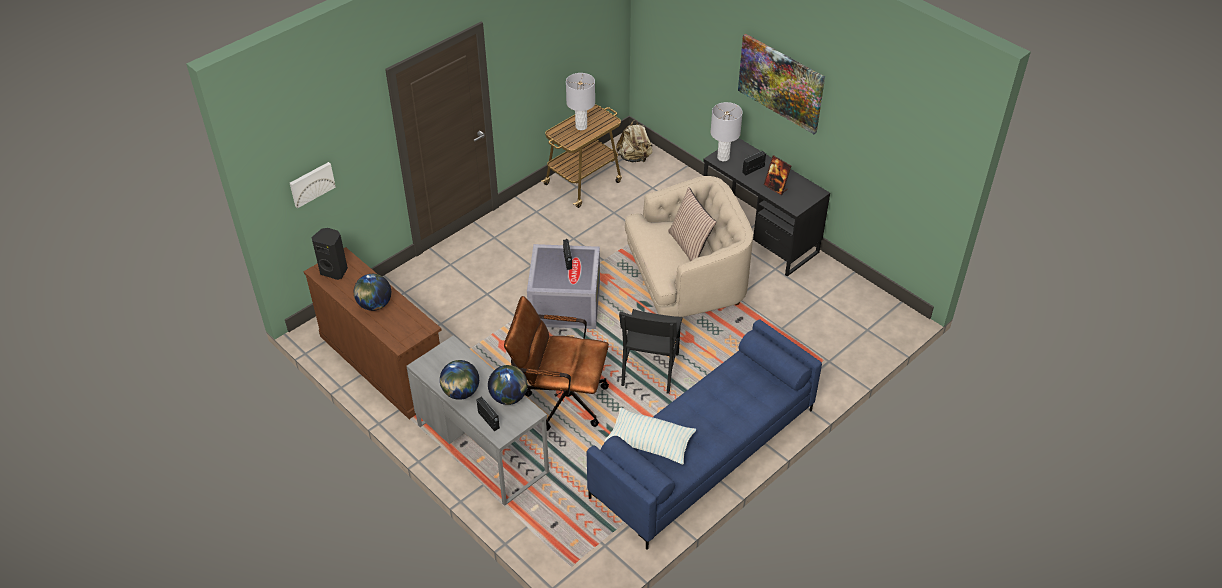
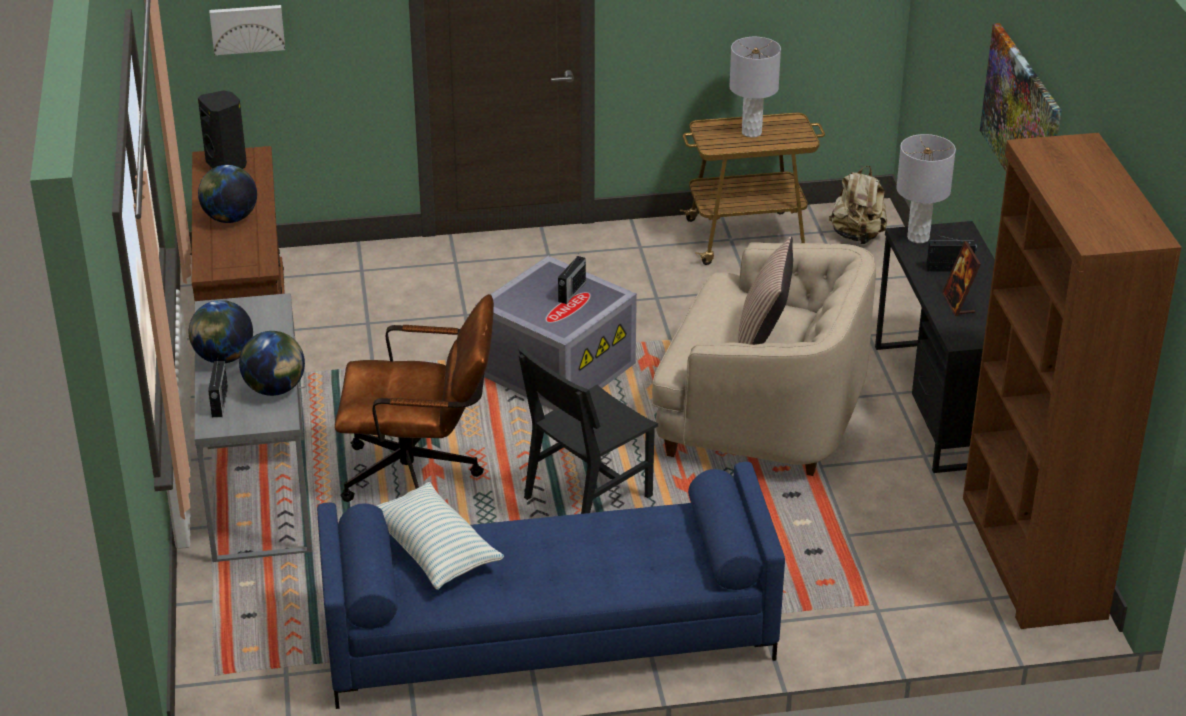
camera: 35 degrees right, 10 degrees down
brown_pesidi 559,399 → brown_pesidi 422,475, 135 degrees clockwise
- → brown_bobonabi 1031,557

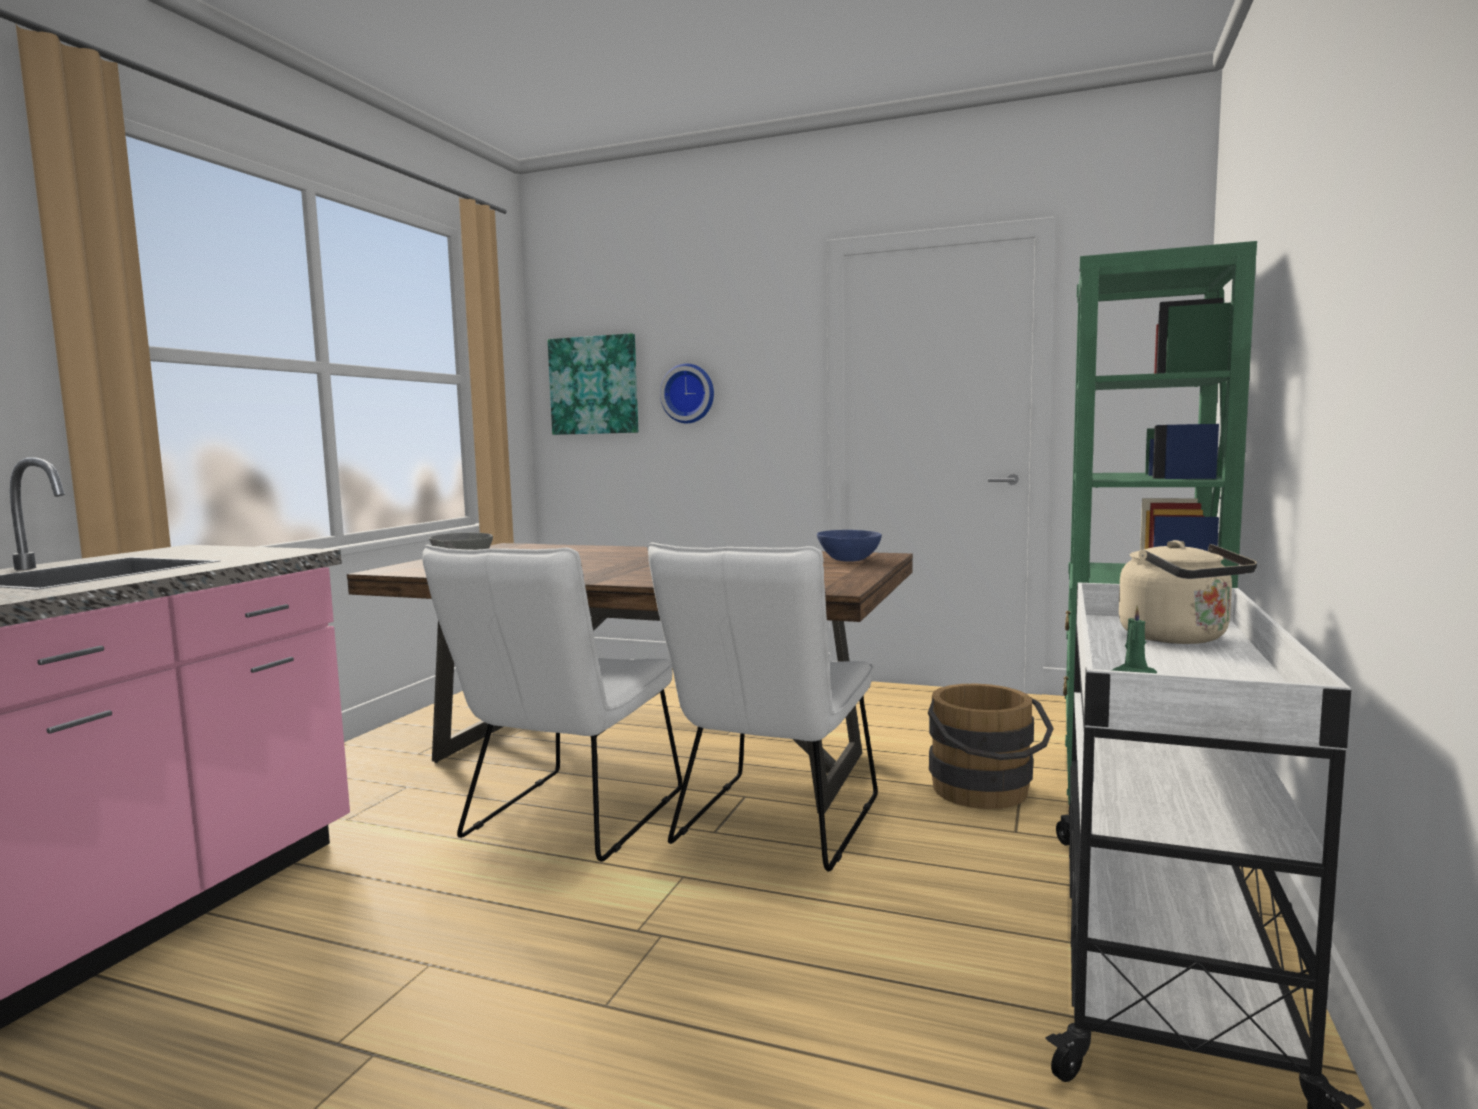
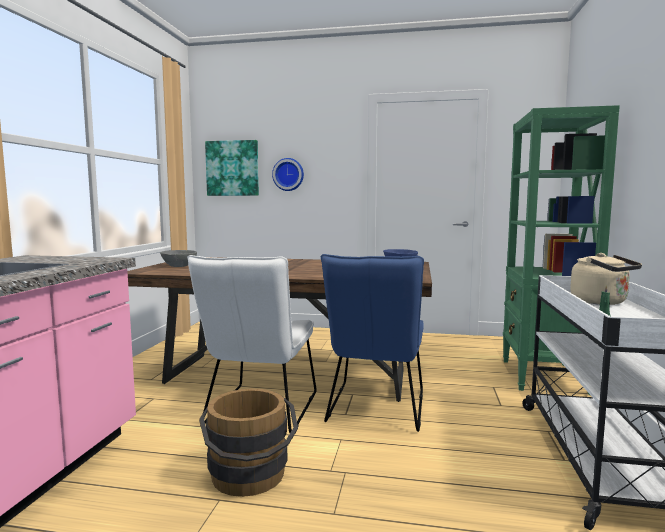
camera: 10 degrees left, 0 degrees up
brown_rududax 984,793 → brown_rududax 250,478, moved
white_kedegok 771,827 → blue_kedegok 375,409

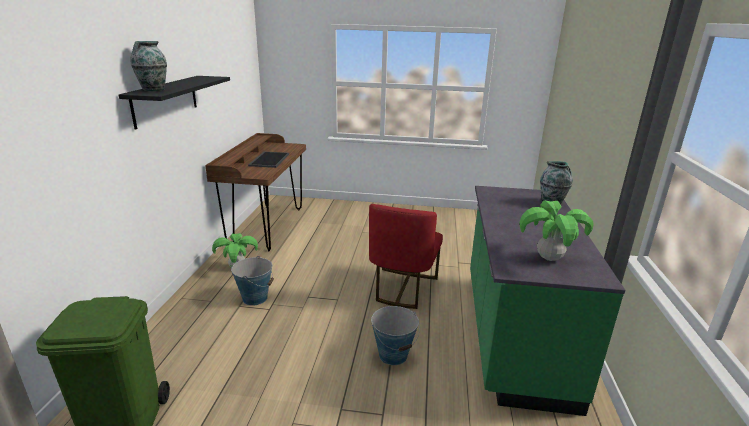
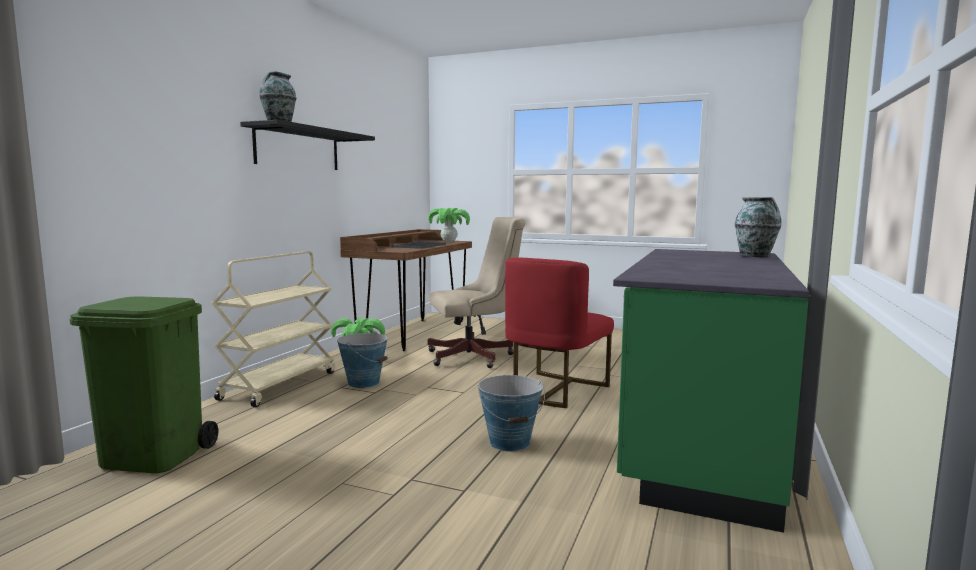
camera: 15 degrees right, 15 degrees down
- → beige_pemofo 279,385
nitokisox 549,258 → nitokisox 449,241, moved
- → beige_pesidi 475,356

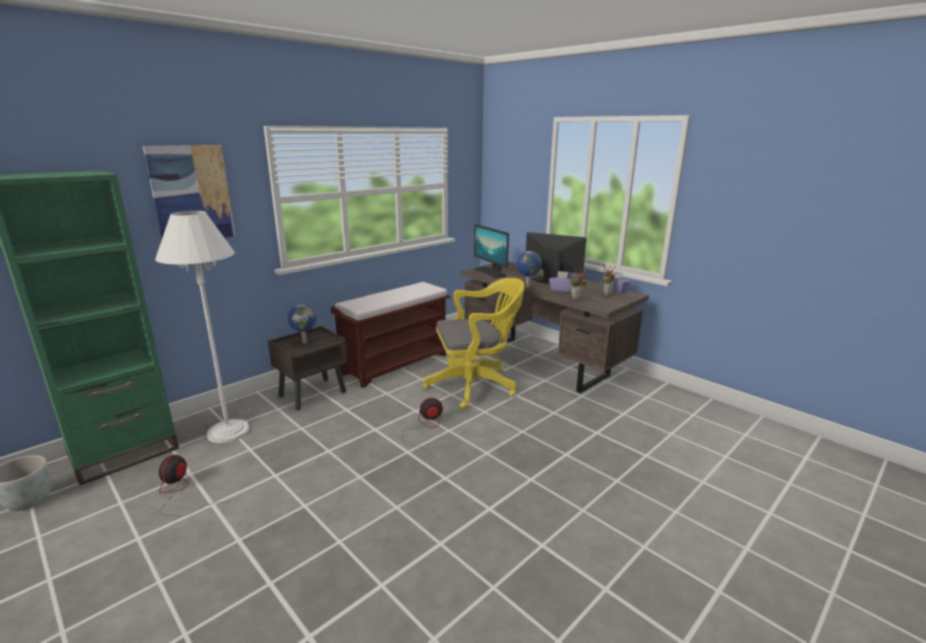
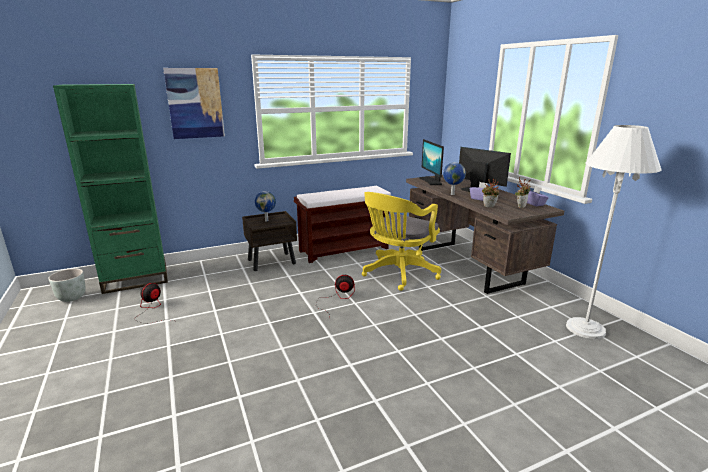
camera: 20 degrees right, 0 degrees up
yellow_pesidi 476,385 → yellow_pesidi 398,274, 120 degrees clockwise
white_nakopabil 228,431 → white_nakopabil 585,328, moved

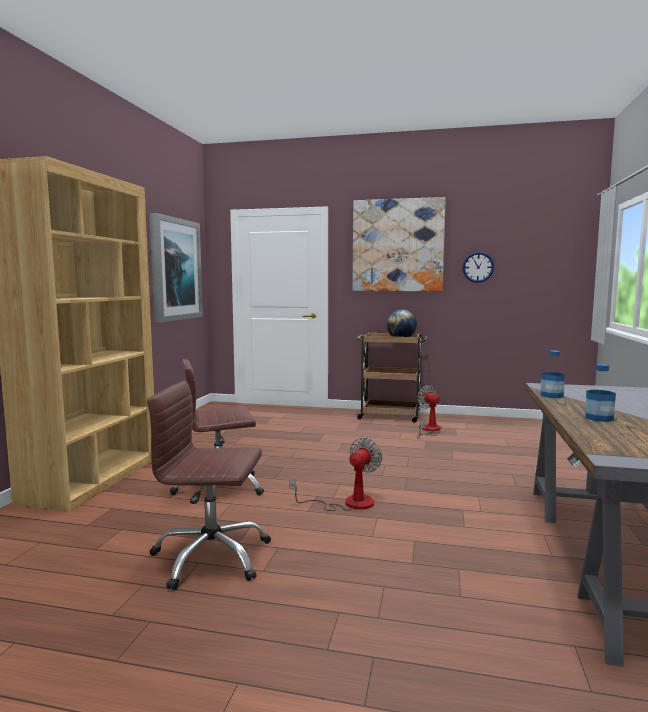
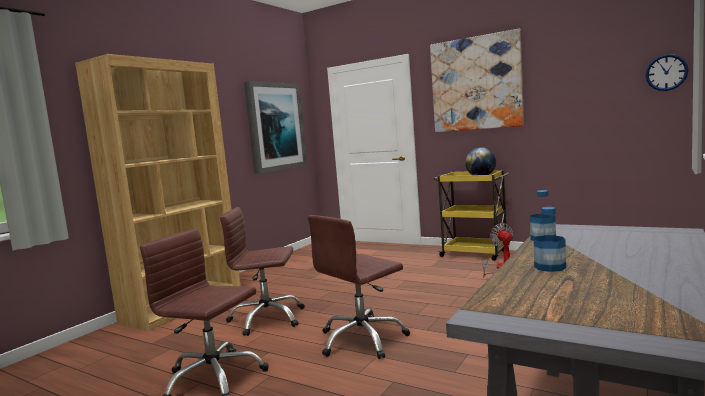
camera: 20 degrees right, 0 degrees up
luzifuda 348,503 → brown_pesidi 362,340
brown_pemofo 390,416 → yellow_pemofo 475,254
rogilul 478,267 → rogilul 666,72, moved

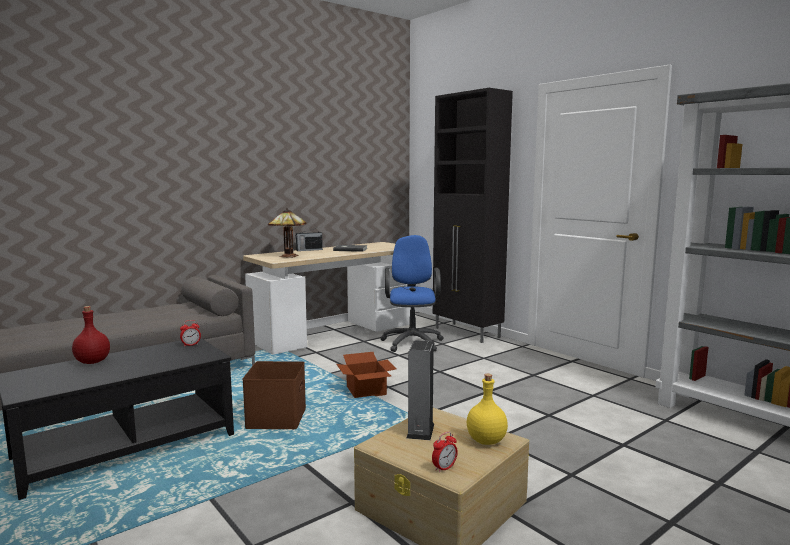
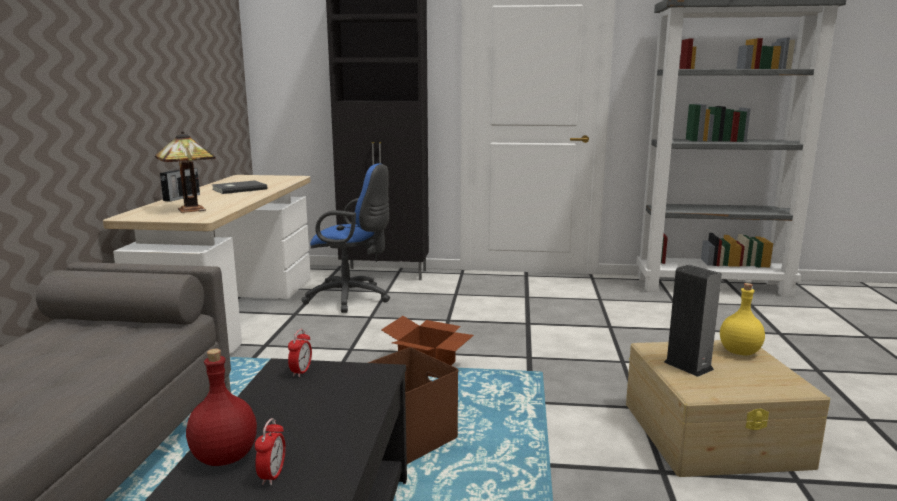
camera: 45 degrees left, 5 degrees up
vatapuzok 444,468 → vatapuzok 272,475, moved
blue_pesidi 412,342 → blue_pesidi 352,299, 150 degrees clockwise

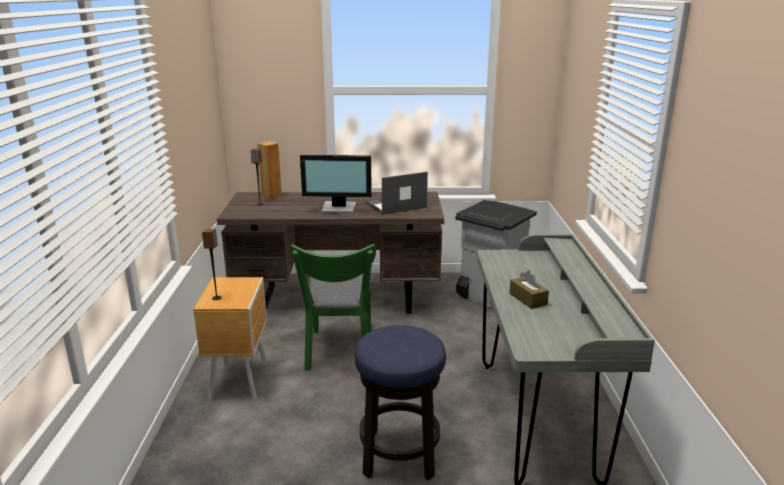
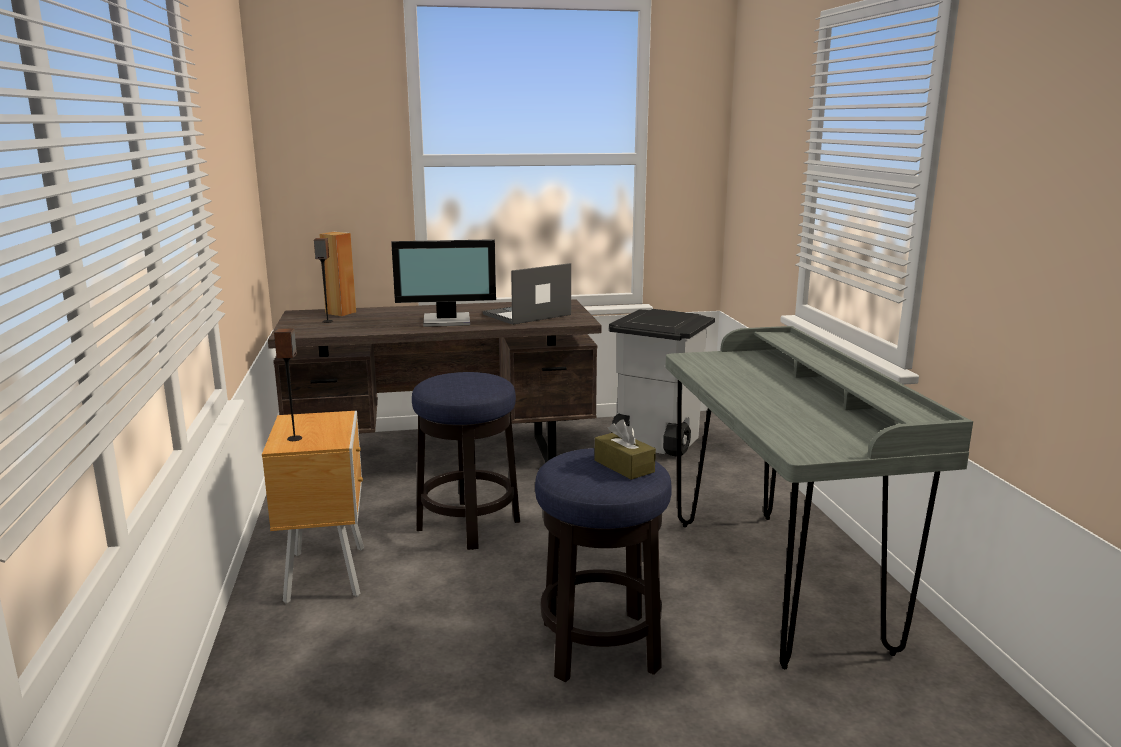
camera: 10 degrees left, 5 degrees down
green_kedegok 339,353 → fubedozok 468,525
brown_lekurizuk 528,299 → brown_lekurizuk 624,466, moved

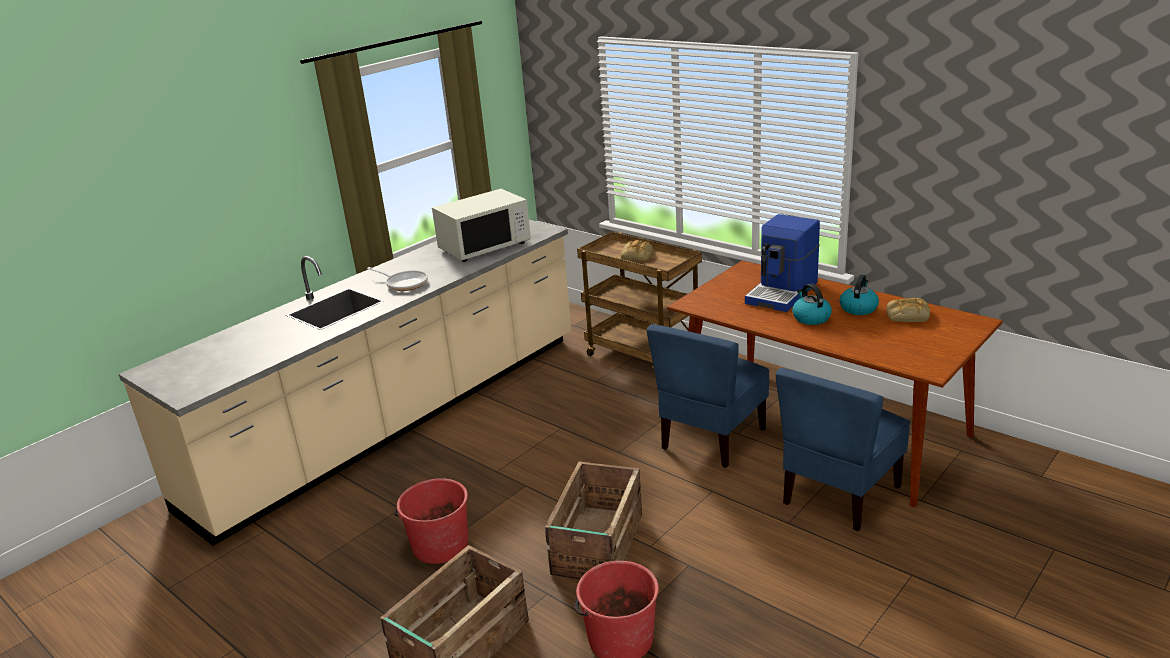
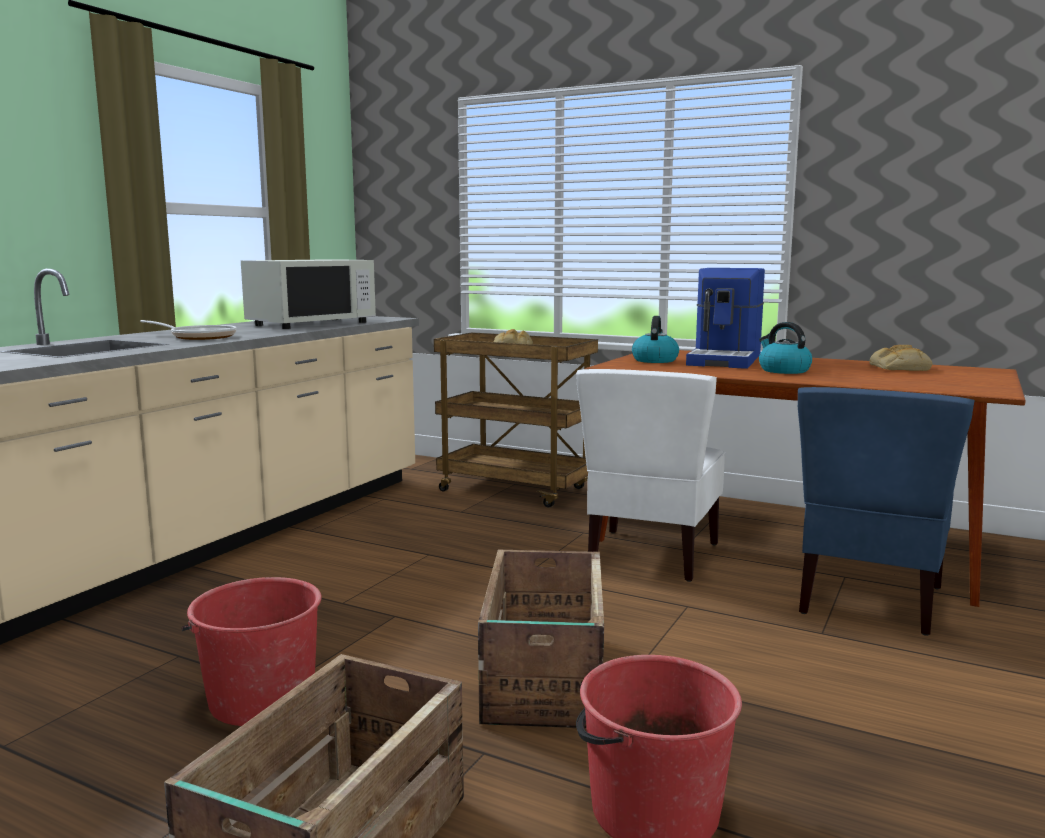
camera: 15 degrees left, 15 degrees down
blue_kedegok 711,439 → white_kedegok 651,555
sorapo 858,308 → sorapo 654,360, moved

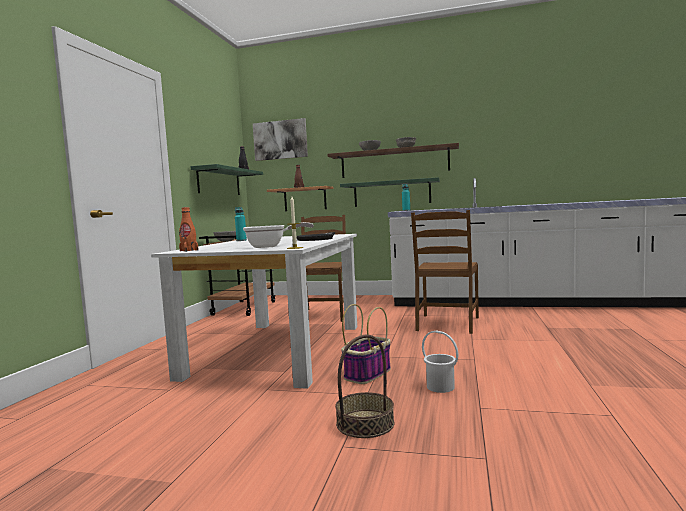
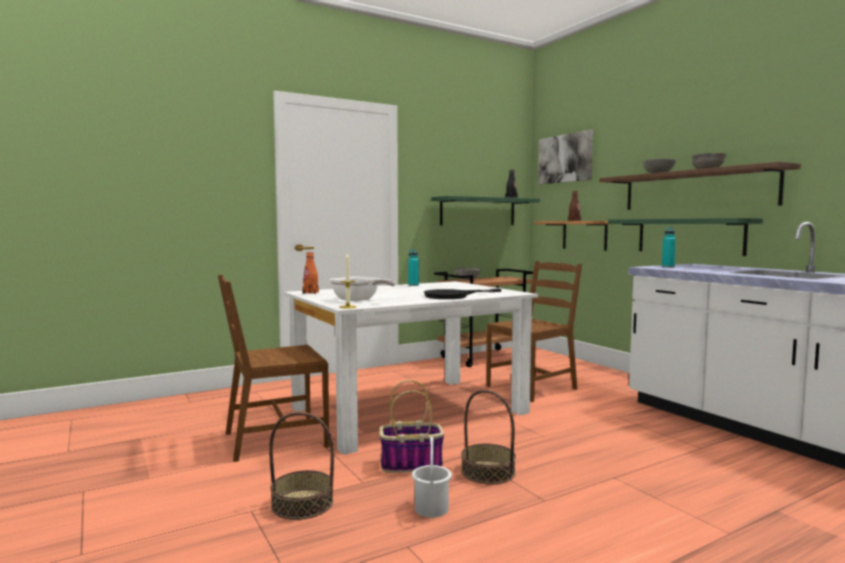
camera: 45 degrees right, 0 degrees up
brown_kedegok 447,324 → brown_kedegok 274,440, moved
- → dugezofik 488,472

